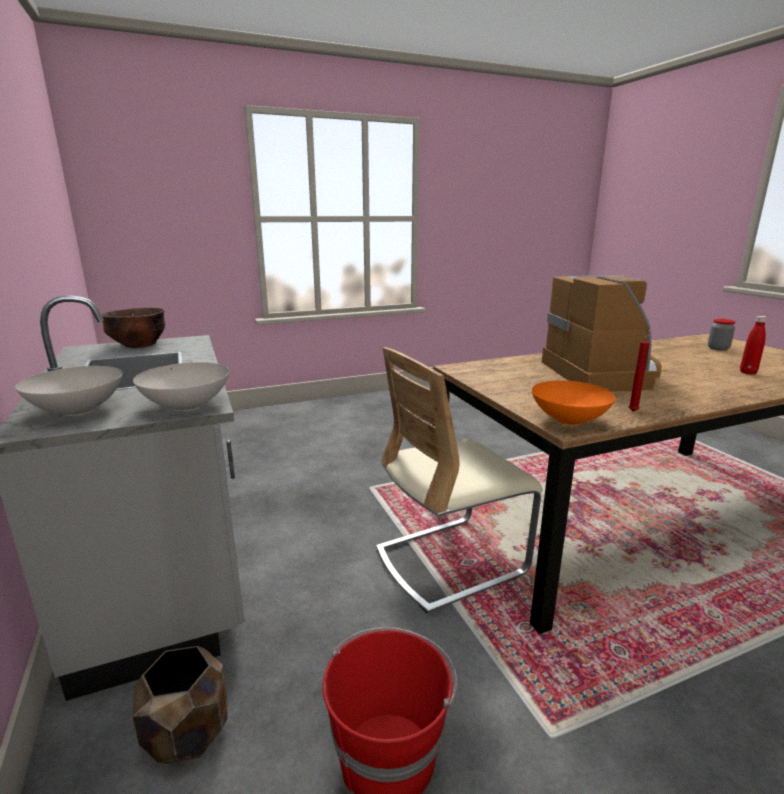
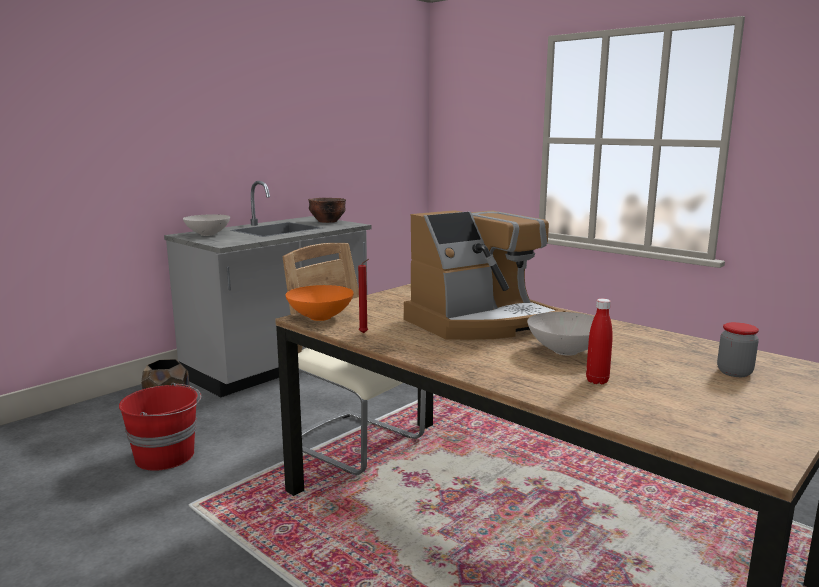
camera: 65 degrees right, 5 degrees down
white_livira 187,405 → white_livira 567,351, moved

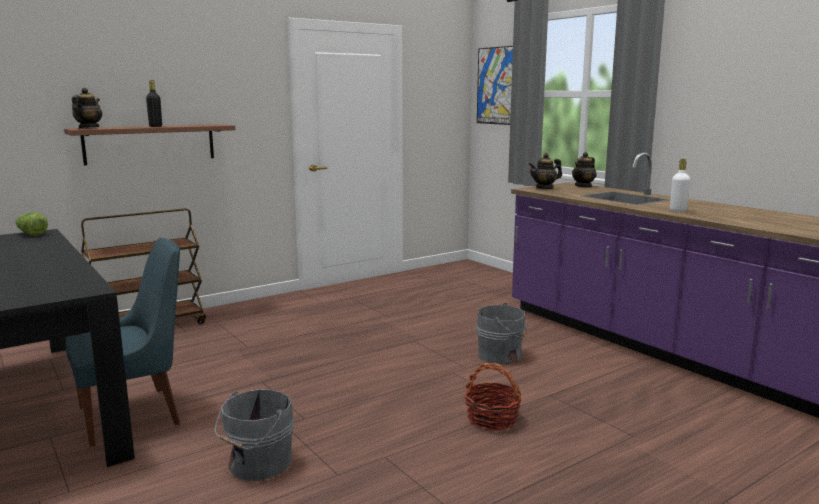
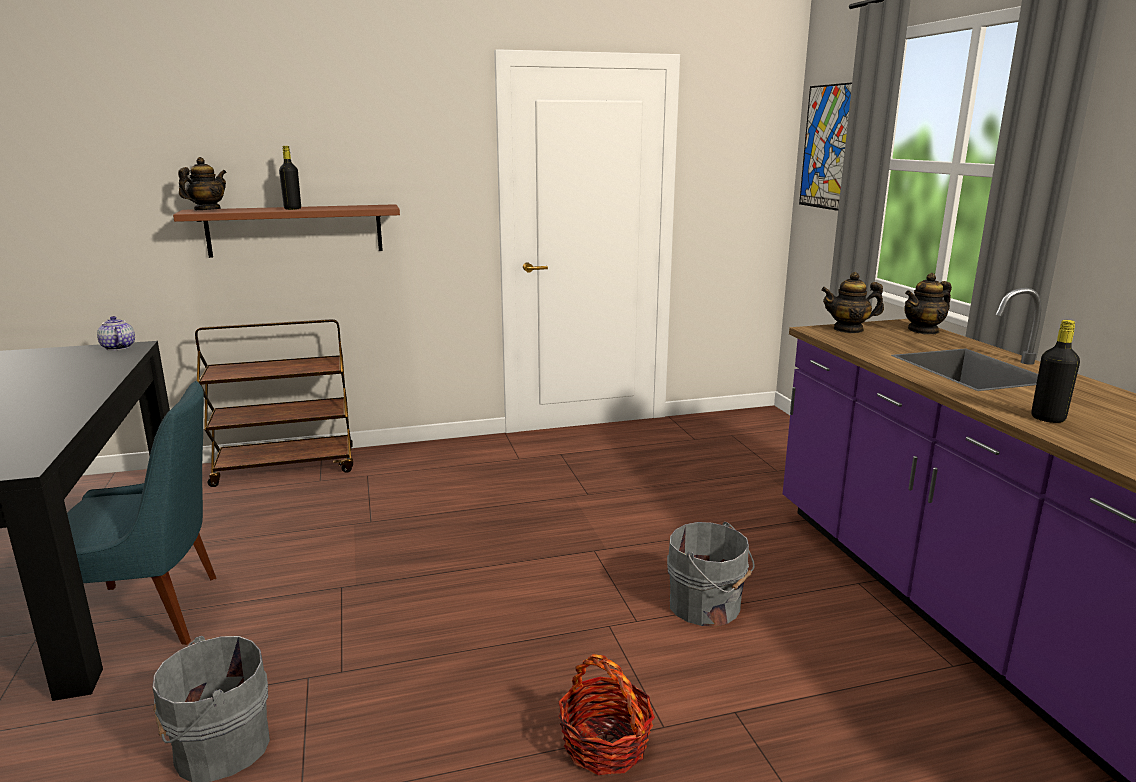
camera: 20 degrees right, 5 degrees up
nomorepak 31,234 → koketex 117,348
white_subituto 678,211 → black_subituto 1048,418

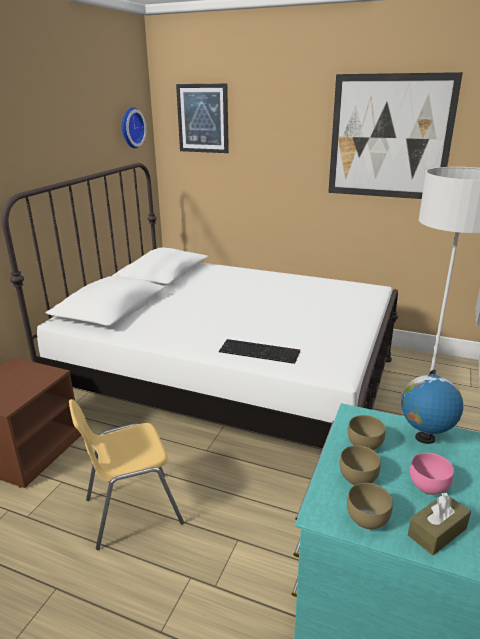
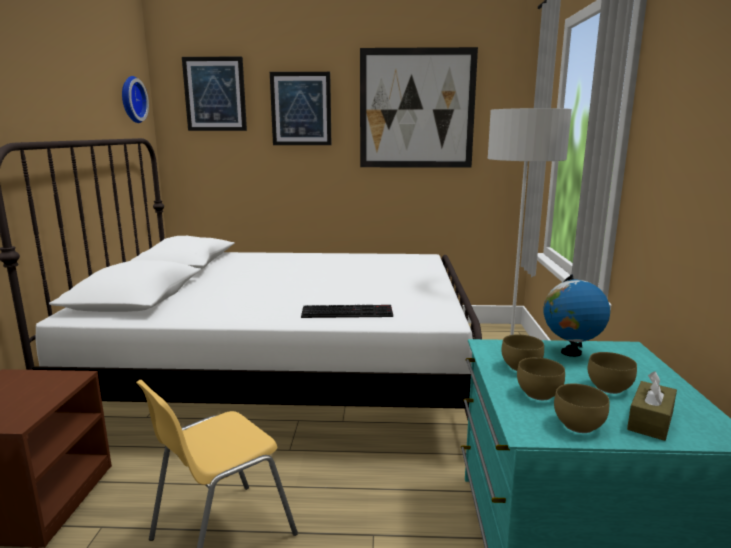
camera: 20 degrees left, 10 degrees down
- → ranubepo 301,109
pink_livira 428,485 → brown_livira 608,387

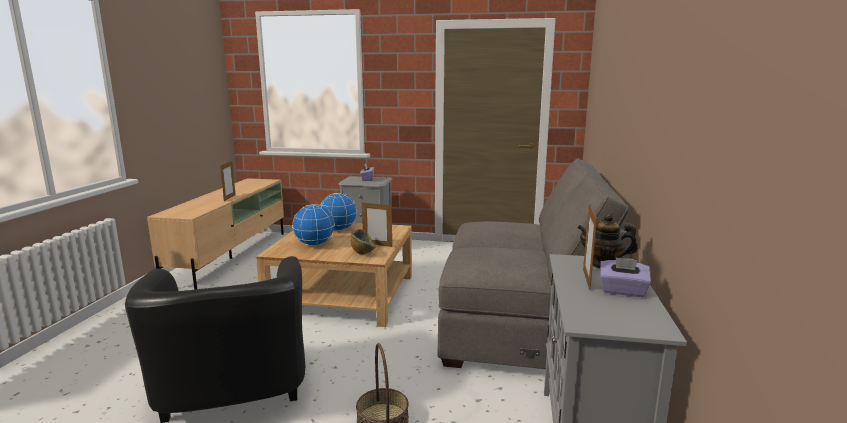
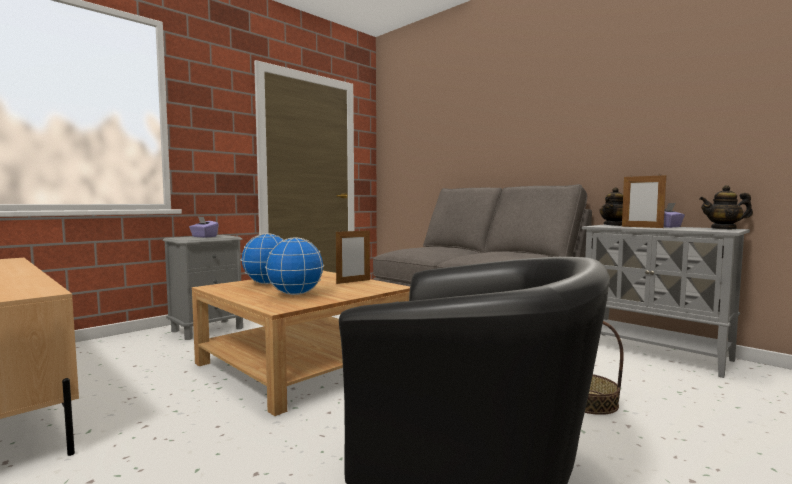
camera: 55 degrees left, 10 degrees down
- → koketex 724,228
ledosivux 229,198 → -
livira 363,252 → -

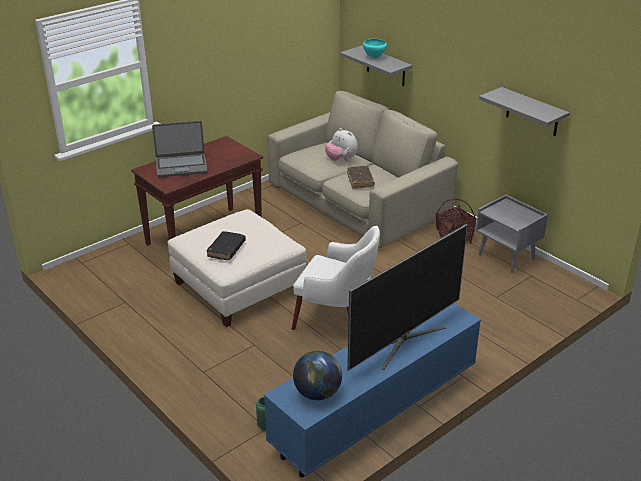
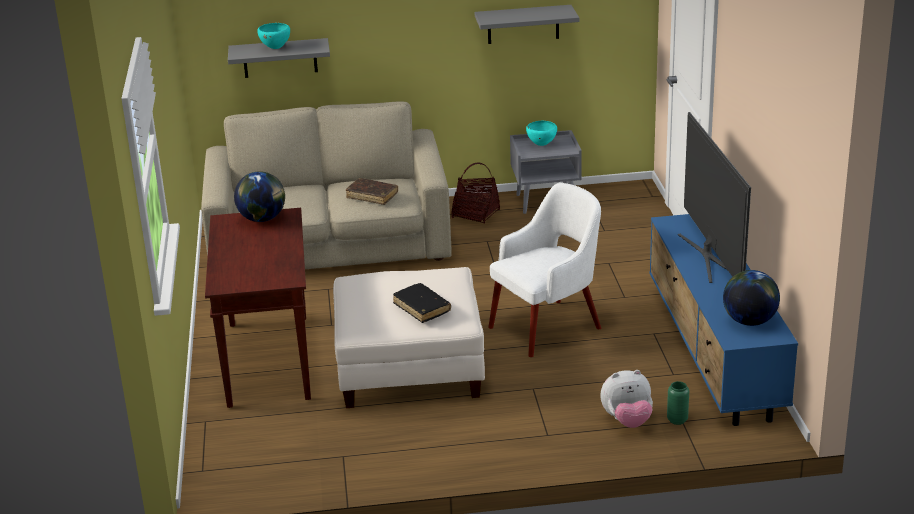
camera: 55 degrees left, 5 degrees down
- → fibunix 262,219
- → turquoise_livira 541,145
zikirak 341,159 → zikirak 627,421, moved
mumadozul 181,166 → -

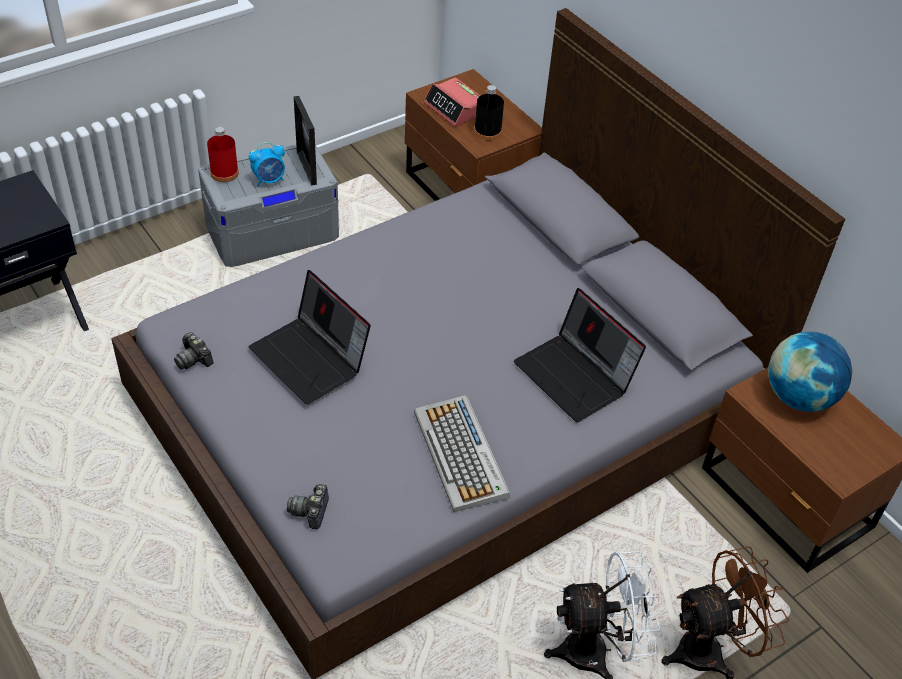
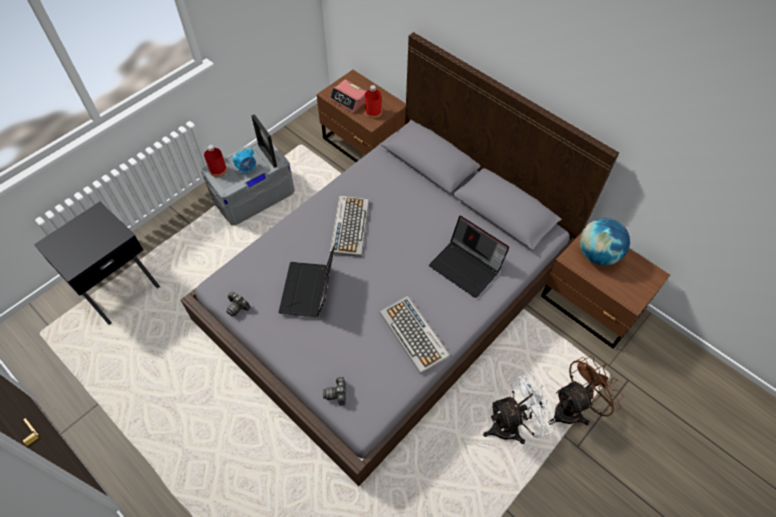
camera: 10 degrees left, 10 degrees up
mumadozul 311,359 → mumadozul 309,291, 60 degrees clockwise
- → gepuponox 349,226
black_subituto 487,132 → red_subituto 373,112

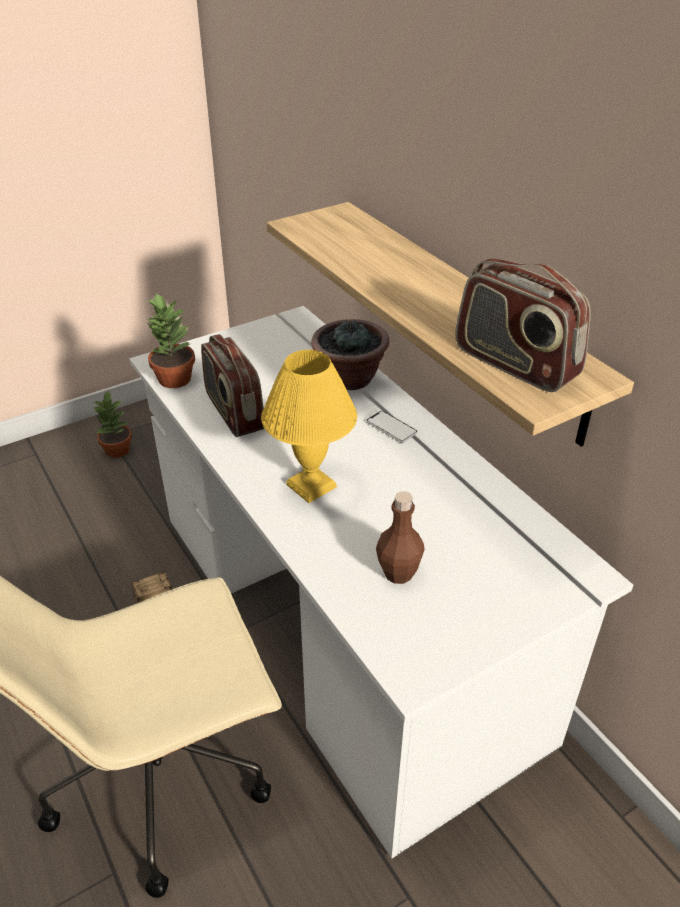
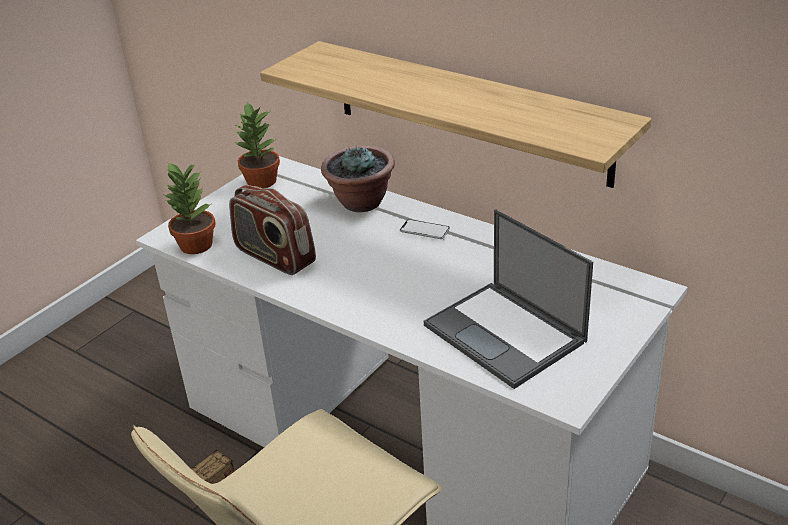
camera: 20 degrees left, 5 degrees down
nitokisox 117,450 → nitokisox 261,182, moved
brown_subituto 398,573 → mumadozul 506,334
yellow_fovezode 311,485 → -
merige 514,364 → -

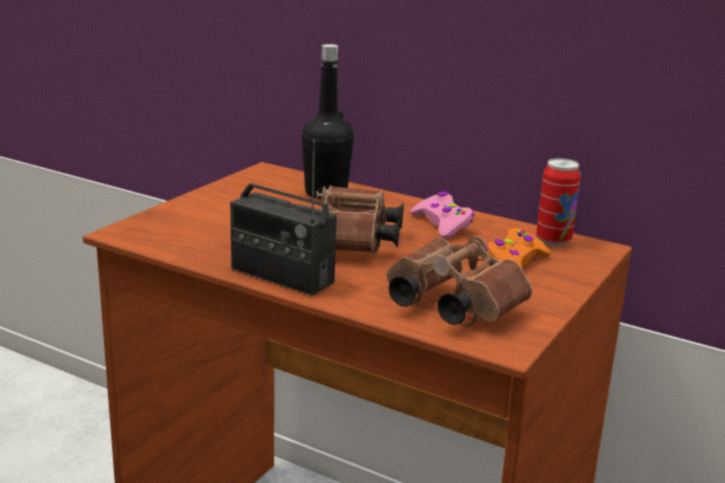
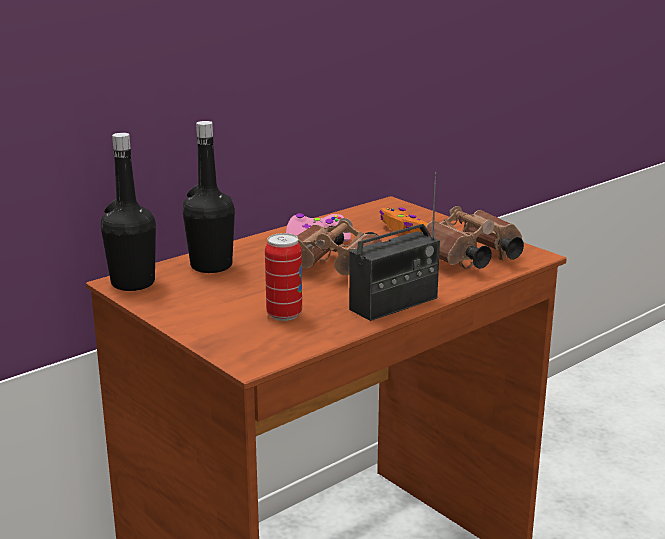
camera: 70 degrees left, 0 degrees up
- → black_subituto 133,283
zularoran 553,241 → zularoran 284,315, moved

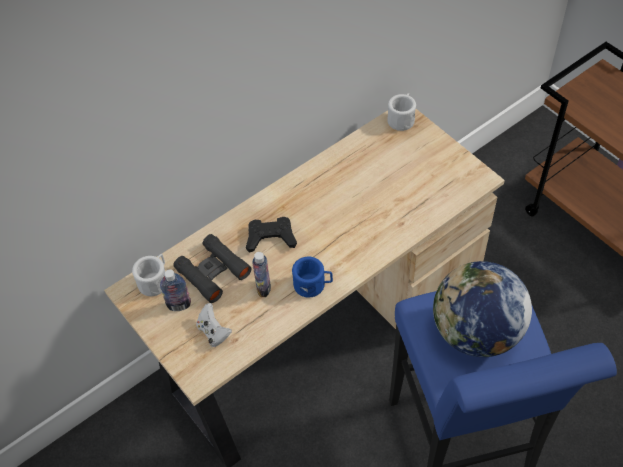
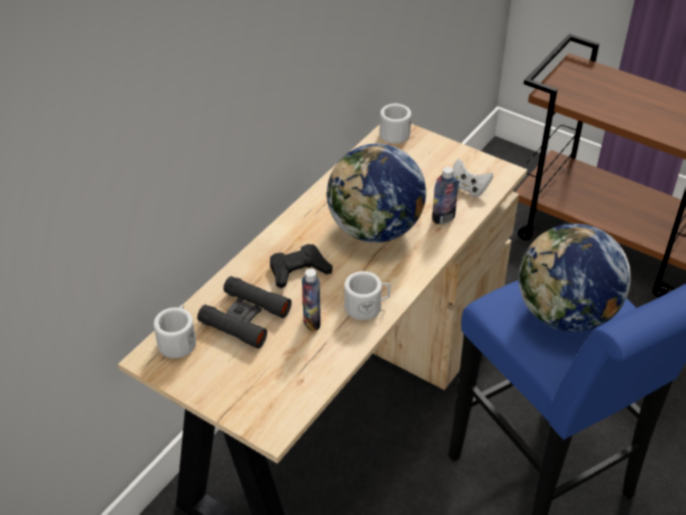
camera: 20 degrees left, 10 degrees down
- → fibunix 375,230
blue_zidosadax 313,285 → white_zidosadax 367,306
subituto 179,305 → subituto 443,218, moved
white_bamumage 214,332 → white_bamumage 468,188, moved

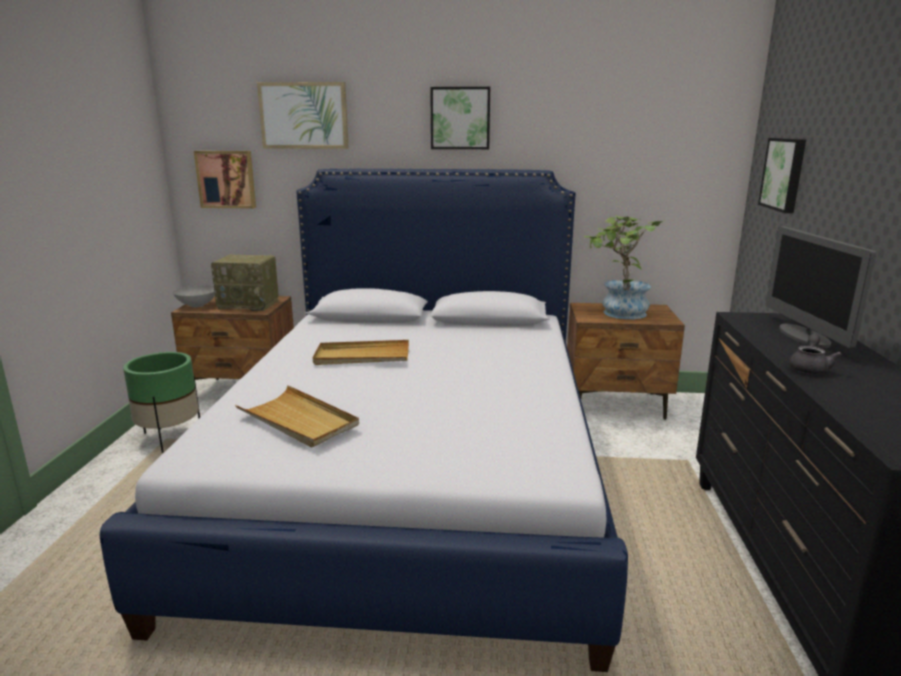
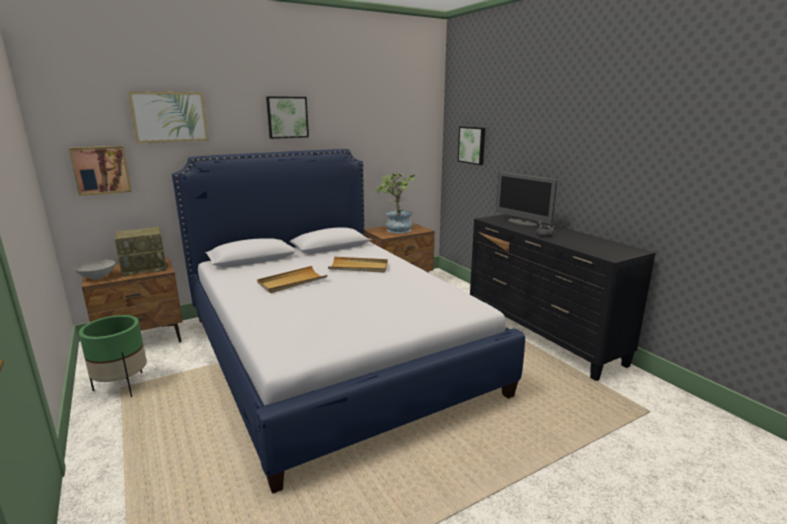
camera: 35 degrees left, 0 degrees up
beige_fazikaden 298,420 → beige_fazikaden 359,267, moved

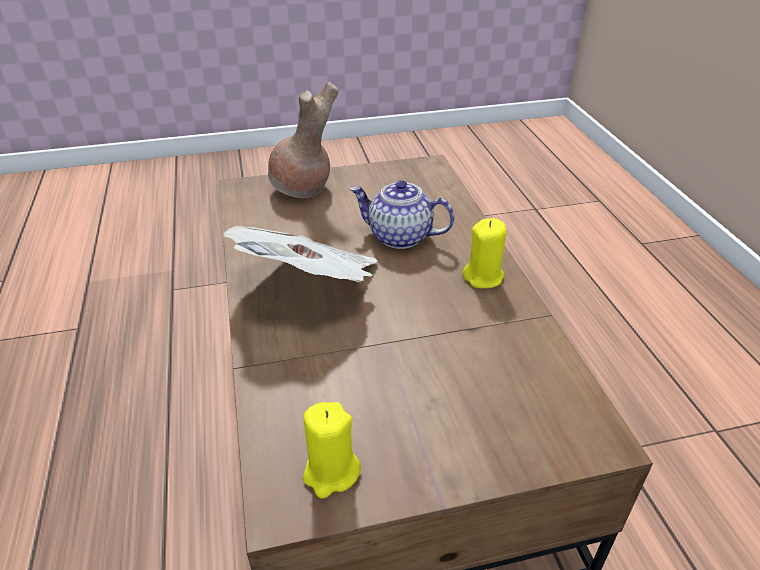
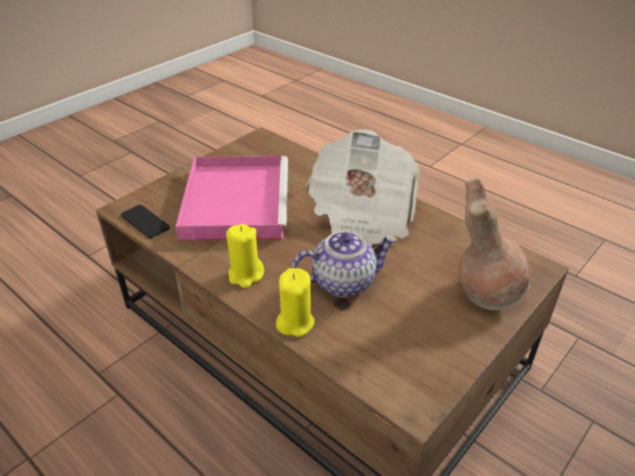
camera: 145 degrees right, 0 degrees up
- → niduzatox 145,222
- → pink_fazikaden 235,200
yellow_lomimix 331,472 → yellow_lomimix 295,322, moved

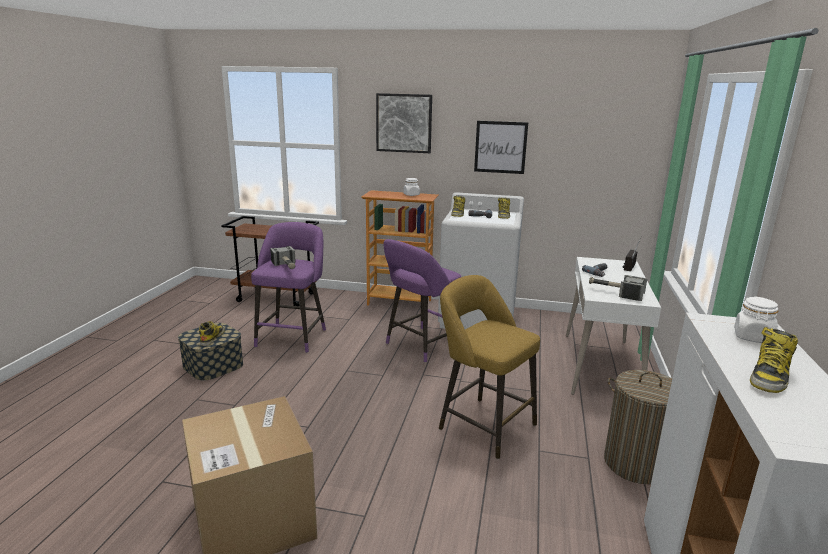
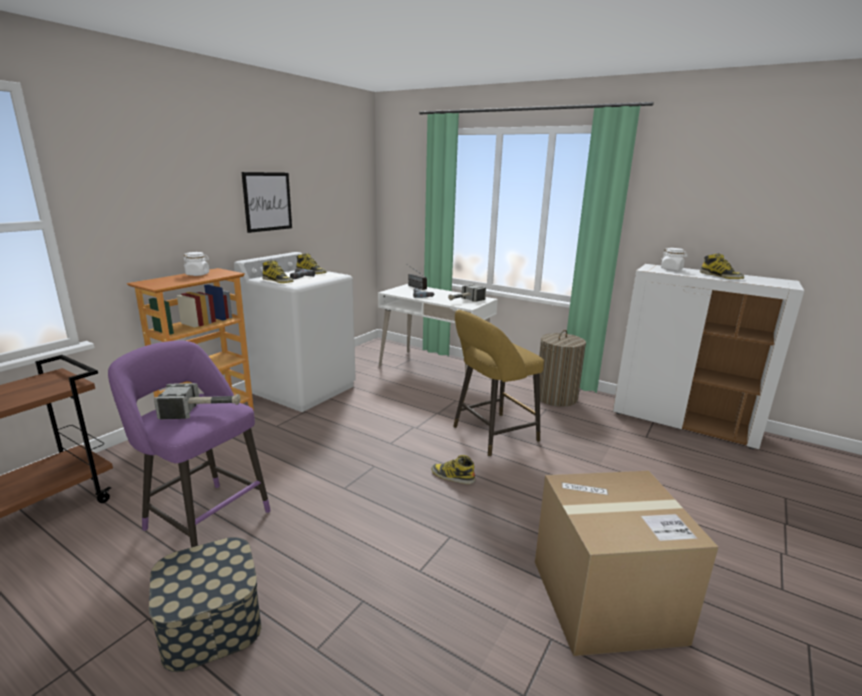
camera: 70 degrees left, 0 degrees up
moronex 212,337 → moronex 452,476, moved
ranubepo 404,123 → -
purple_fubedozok 420,346 → -

